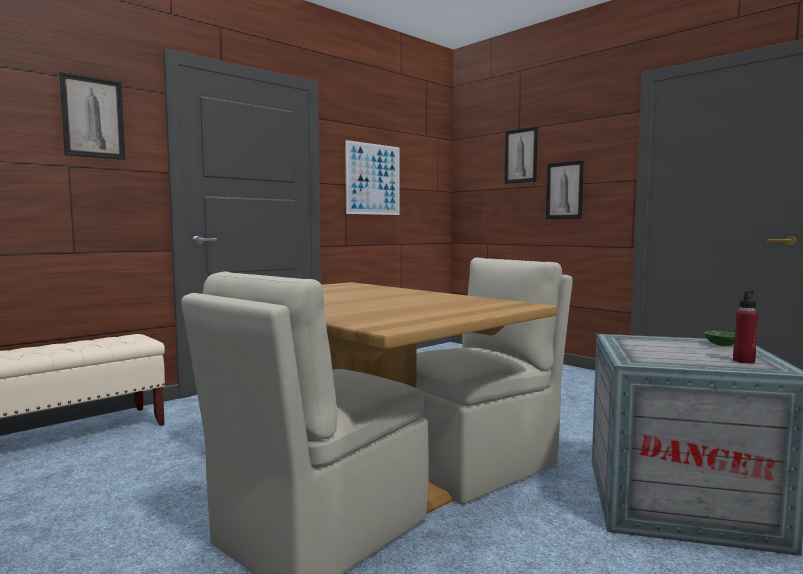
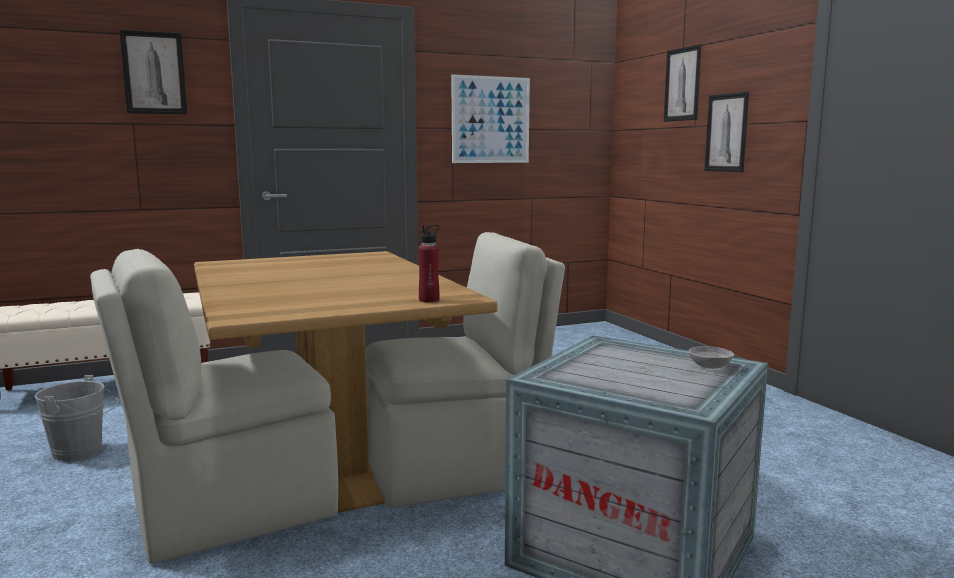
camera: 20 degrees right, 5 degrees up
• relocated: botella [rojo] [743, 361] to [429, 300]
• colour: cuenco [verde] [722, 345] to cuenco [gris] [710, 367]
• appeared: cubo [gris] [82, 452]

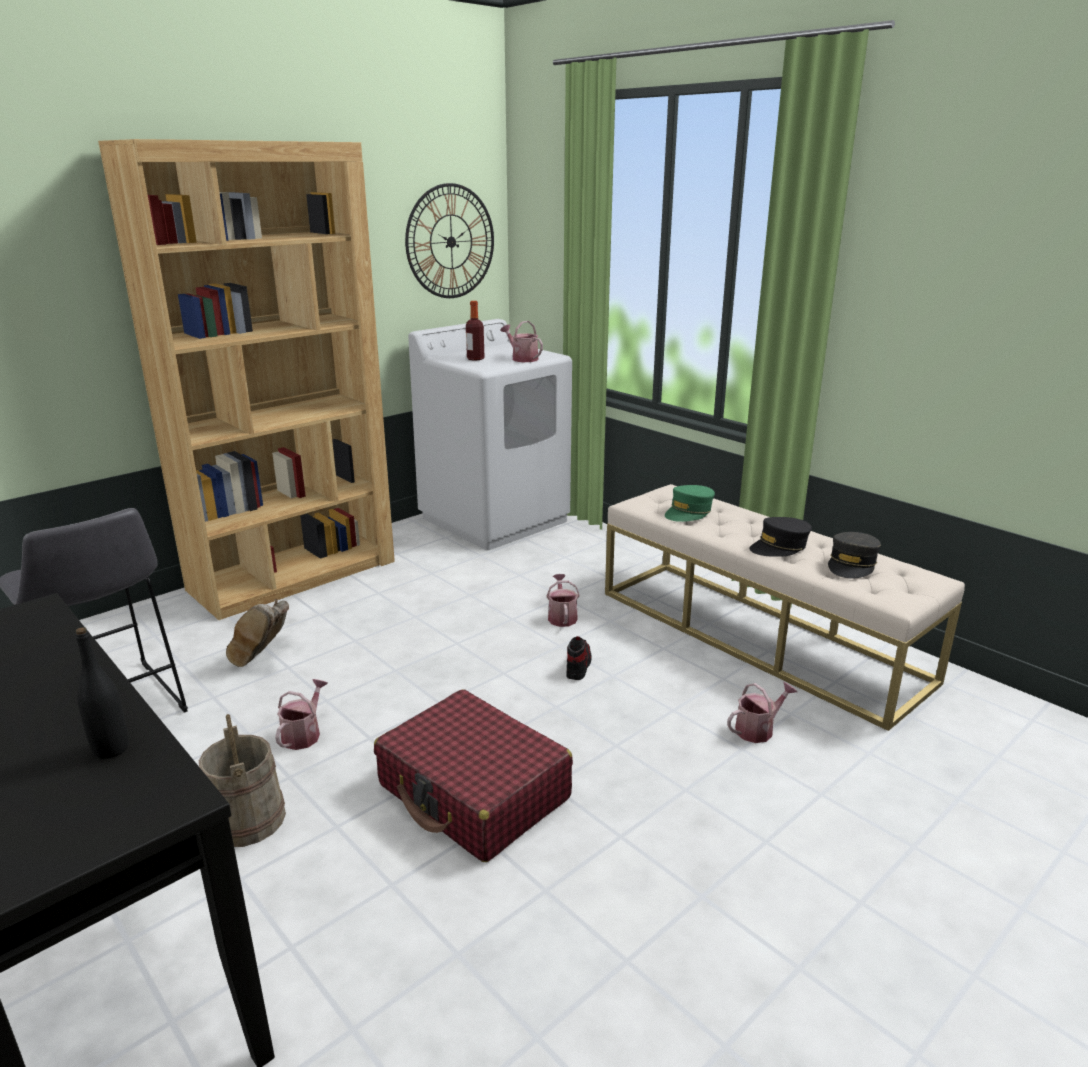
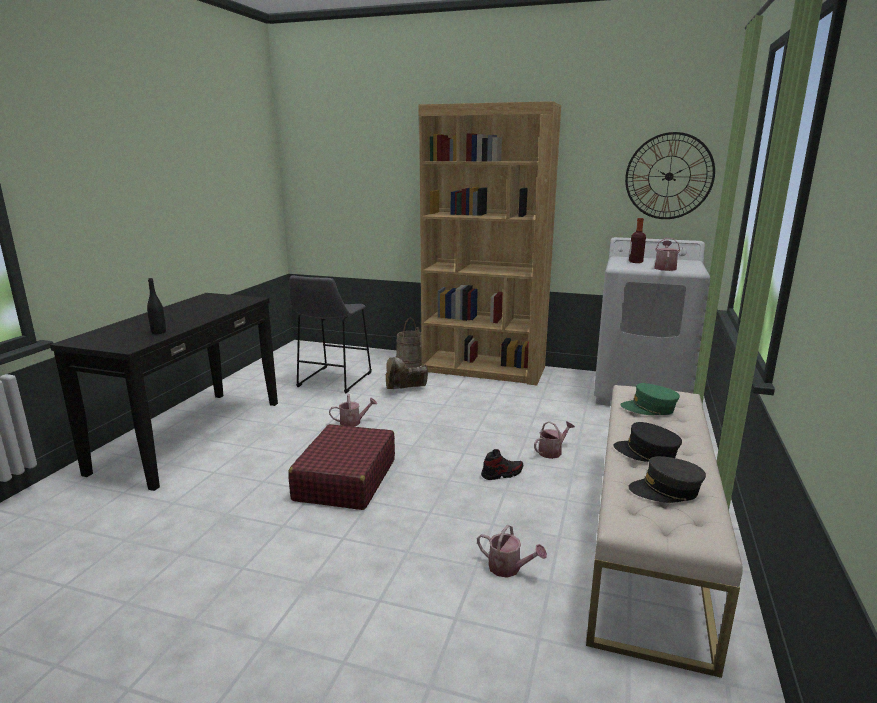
camera: 60 degrees right, 5 degrees down
• relocated: cubo [beis] [246, 819] to [410, 362]

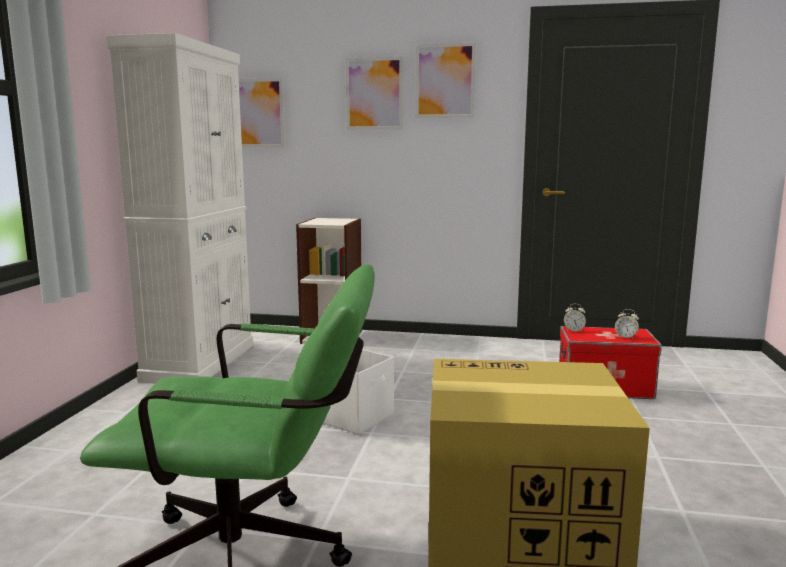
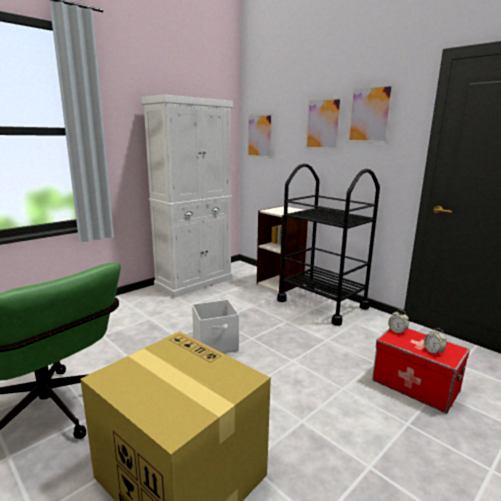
camera: 35 degrees right, 5 degrees up
• appeared: carrito [negro] [322, 304]

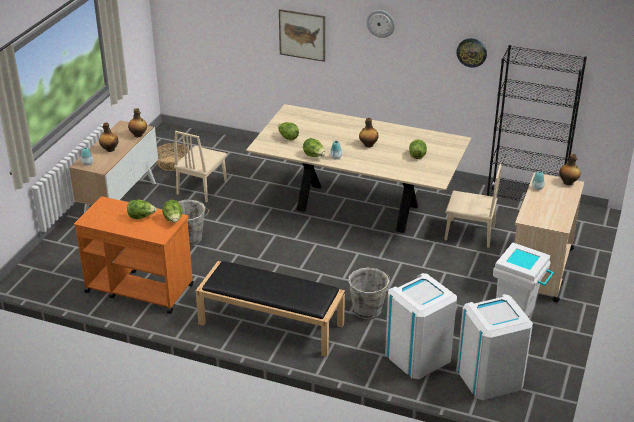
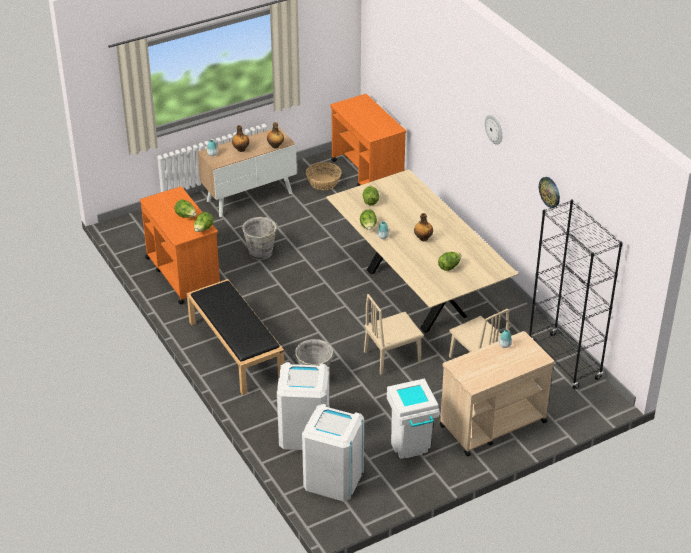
camera: 40 degrees right, 5 degrees up
• missing: cuadro [302, 35]
• relocated: silla [beis] [202, 188] to [392, 356]
• missing: botella [568, 182]
• appeared: carrito [naranja] [367, 174]

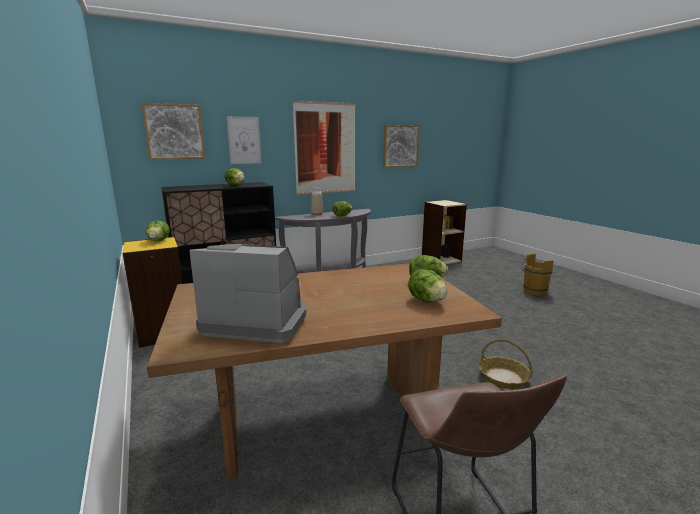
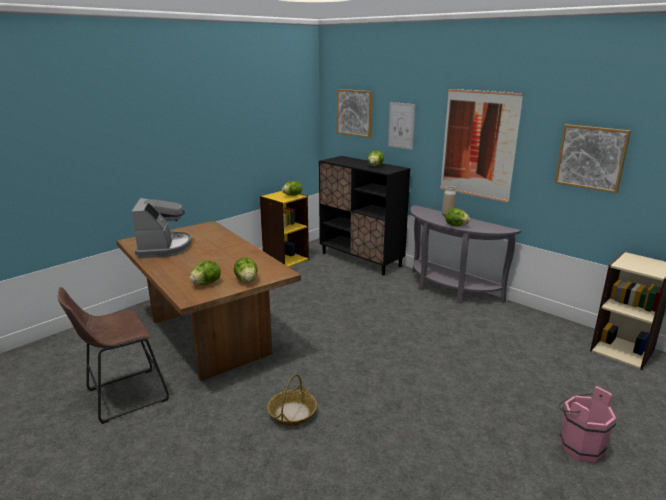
camera: 70 degrees right, 5 degrees up
• colour: cubo [marrón] [533, 291] to cubo [rosa] [577, 446]

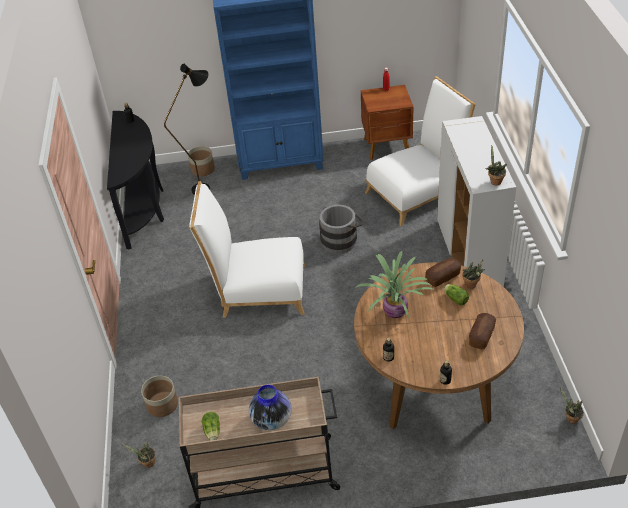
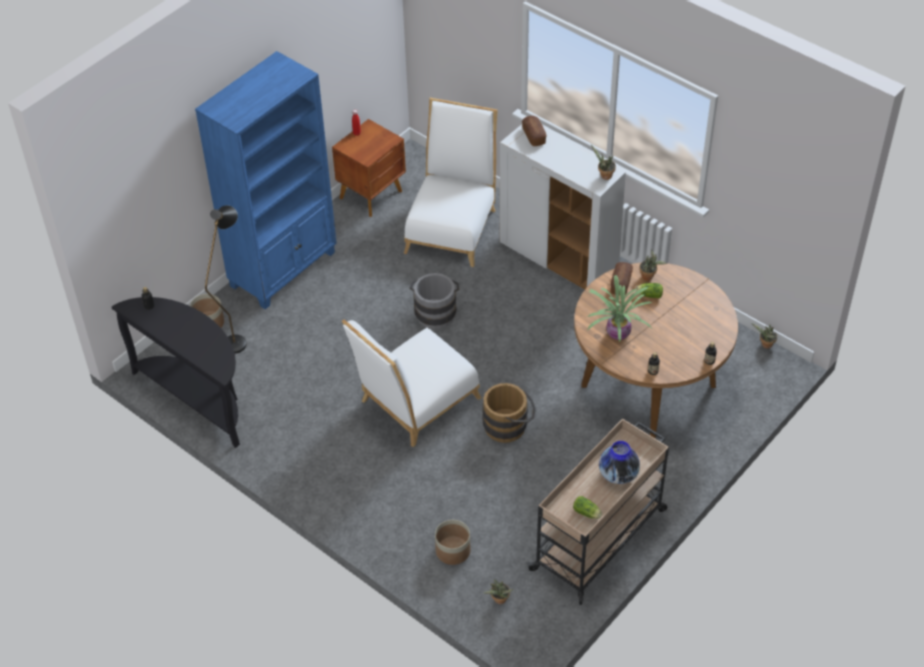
camera: 45 degrees left, 5 degrees up
• relocated: pan [481, 335] to [533, 136]
• appeared: cubo [marrón] [509, 425]

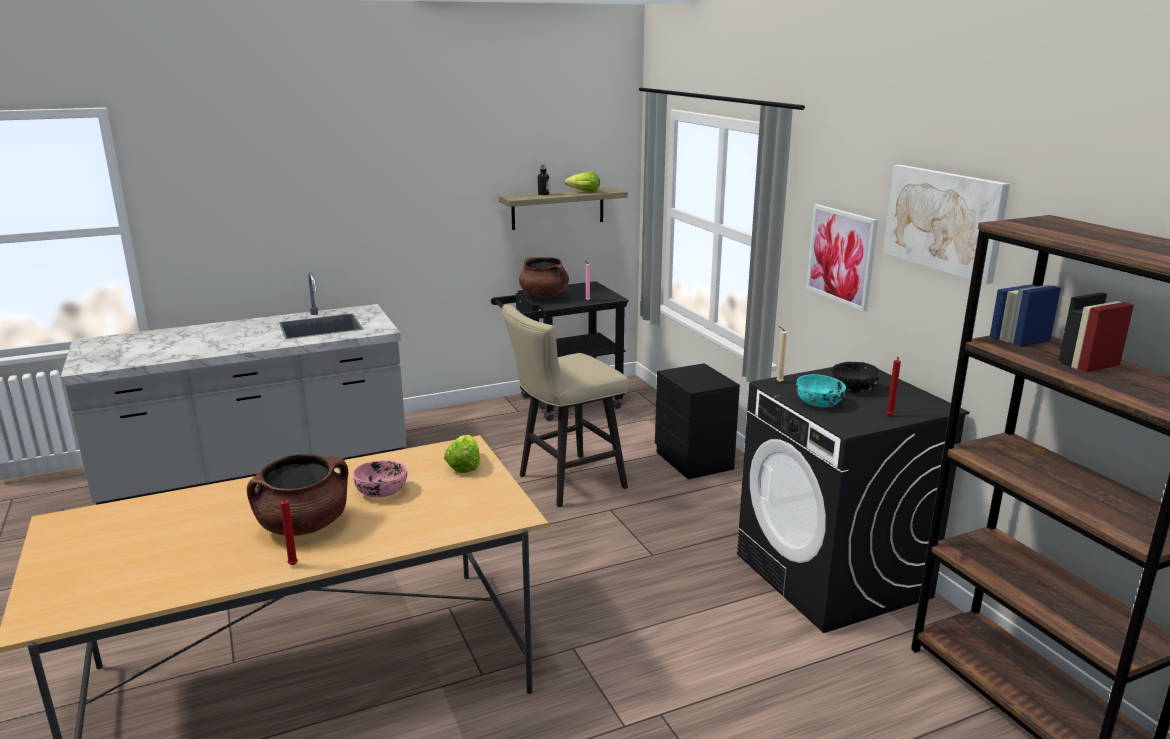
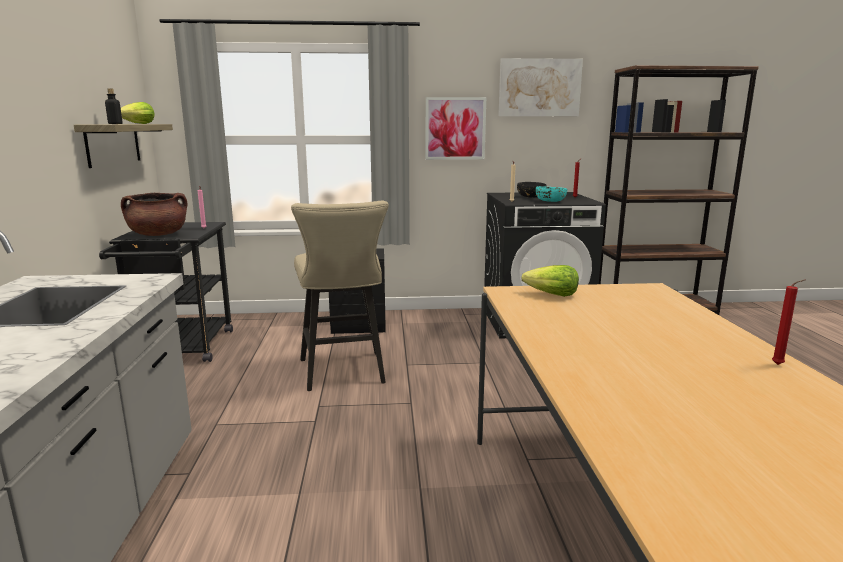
camera: 70 degrees left, 5 degrees down
• missing: olla [marrón] [304, 525]
• missing: cuenco [rosa] [382, 491]

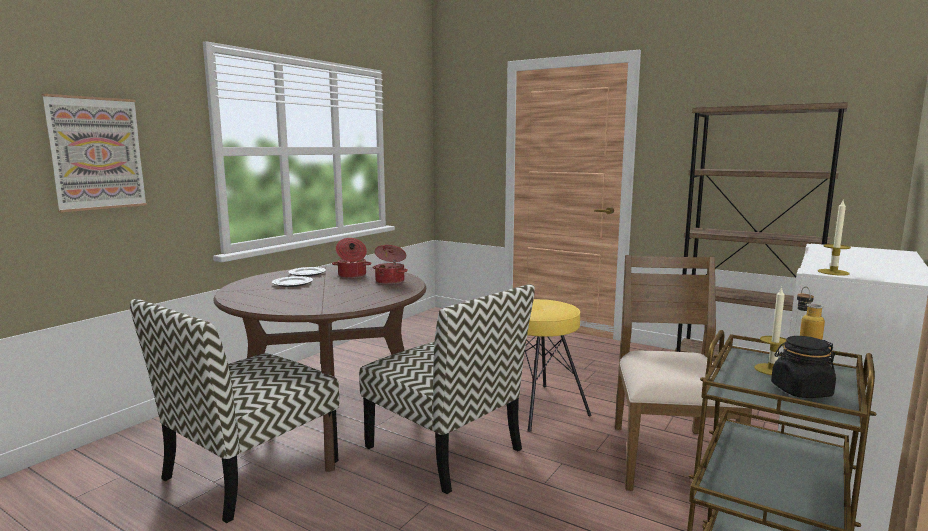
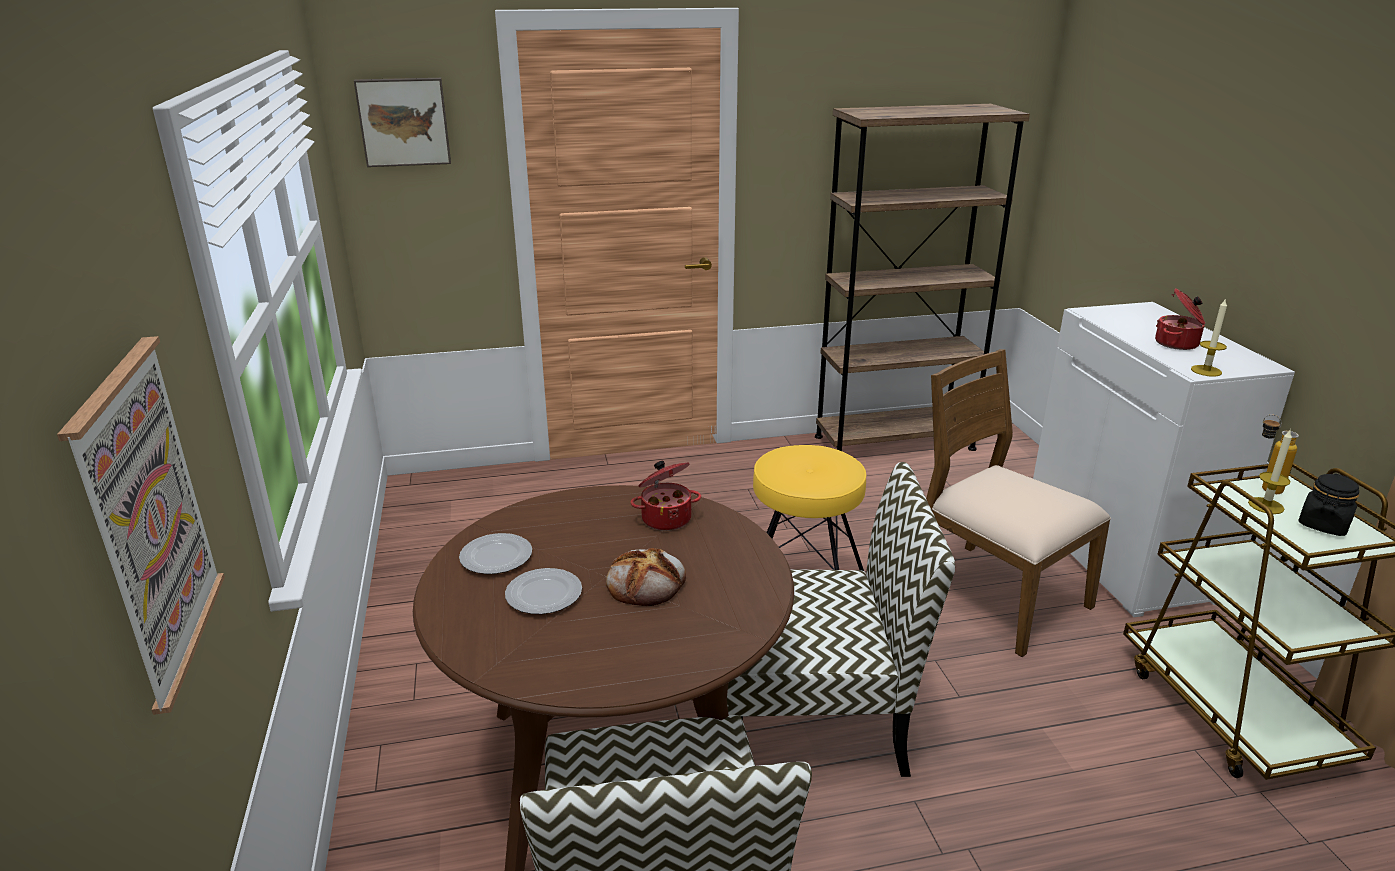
camera: 45 degrees left, 15 degrees up
• relocated: olla [352, 275] to [1178, 344]
• appeared: cuadro [404, 121]
• appeared: pan [646, 582]

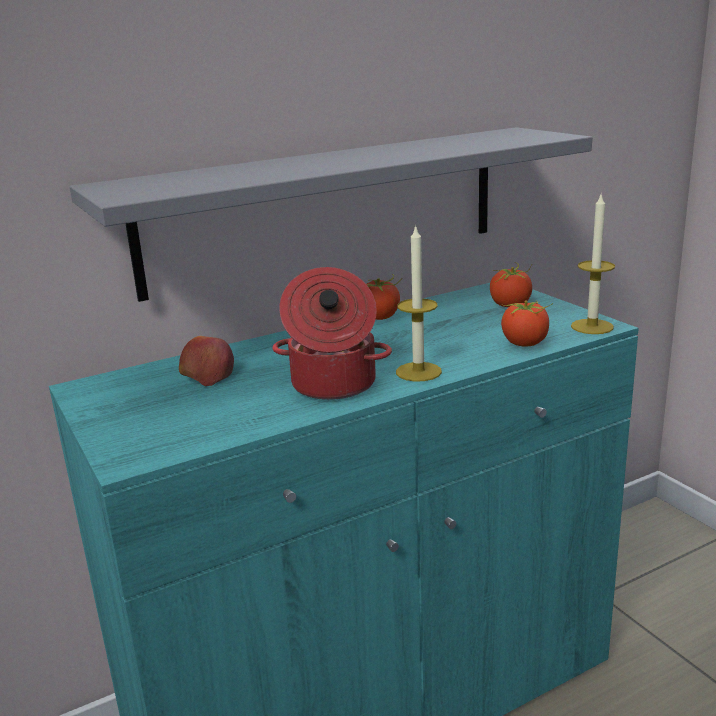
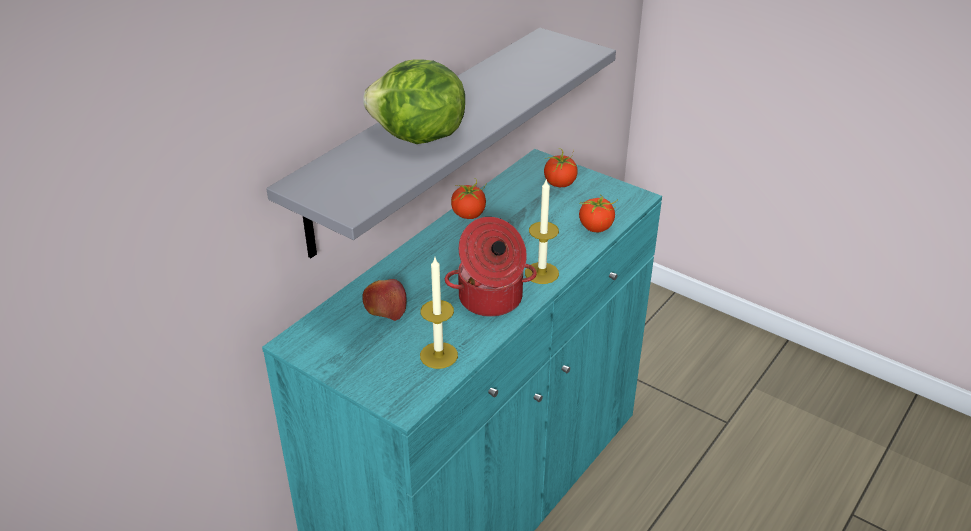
camera: 25 degrees left, 15 degrees up
• relocated: vela [592, 326] to [438, 355]
• appeared: lechuga [418, 138]

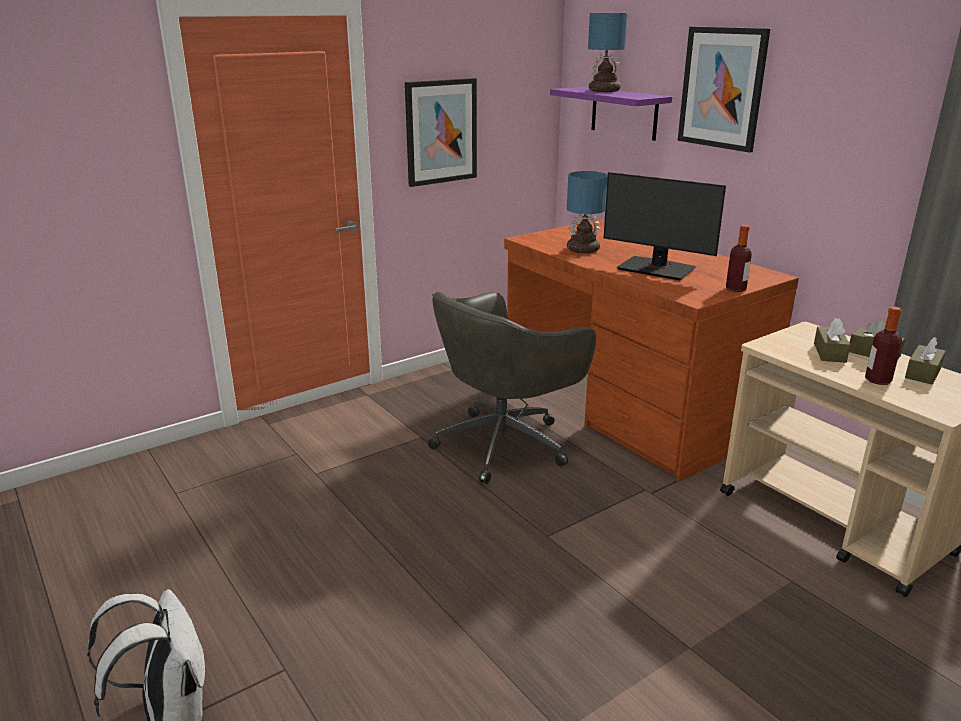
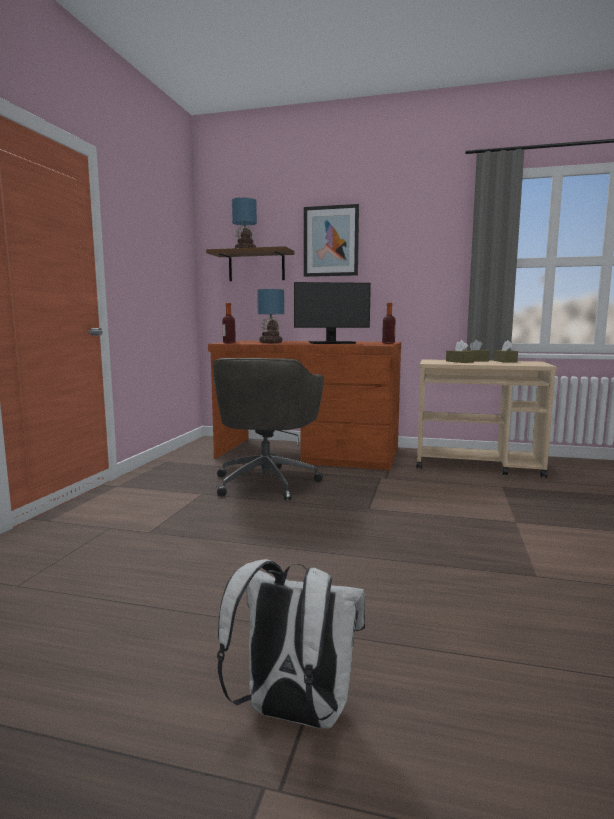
camera: 40 degrees left, 15 degrees down
• missing: cuadro [441, 132]
• colour: estante [morado] [624, 113] to estante [marrón] [256, 266]
• relocated: botella [878, 380] to [229, 343]

